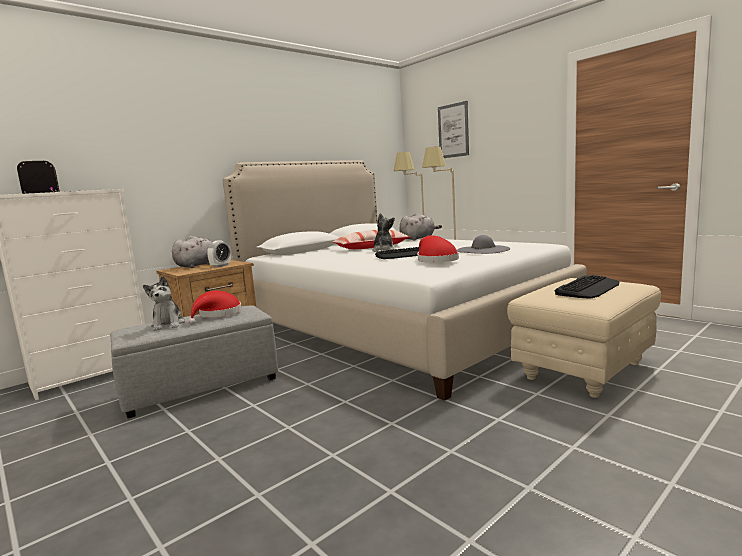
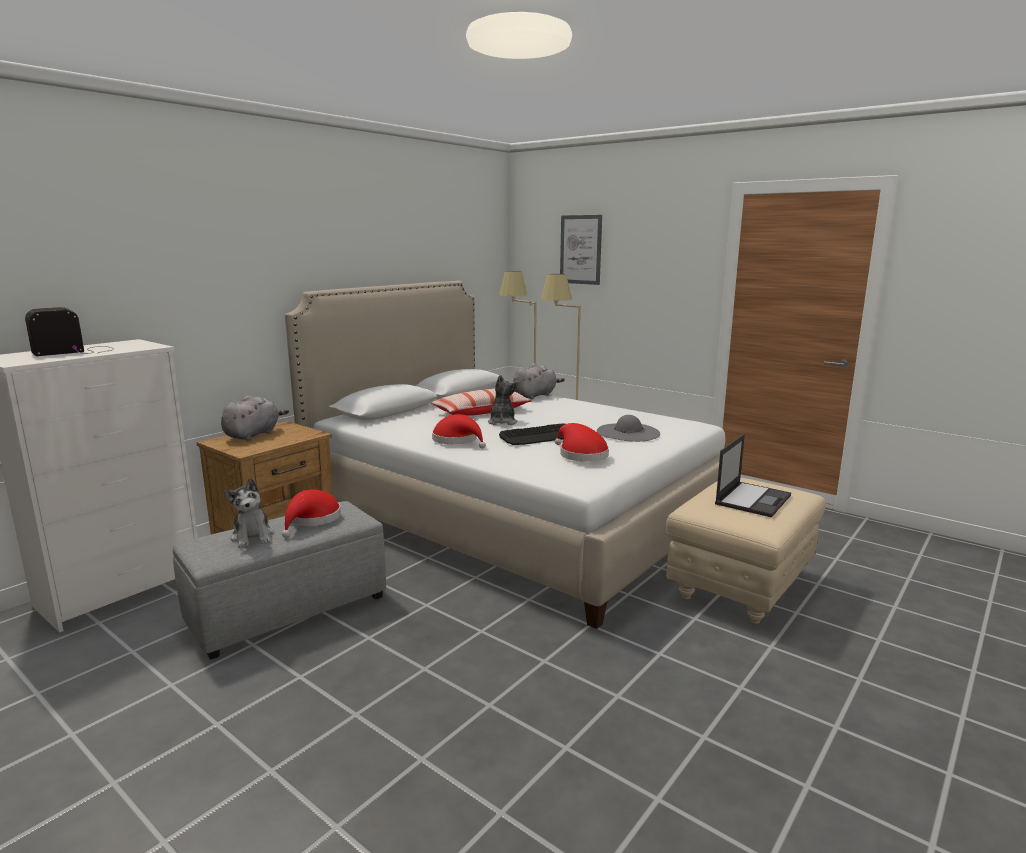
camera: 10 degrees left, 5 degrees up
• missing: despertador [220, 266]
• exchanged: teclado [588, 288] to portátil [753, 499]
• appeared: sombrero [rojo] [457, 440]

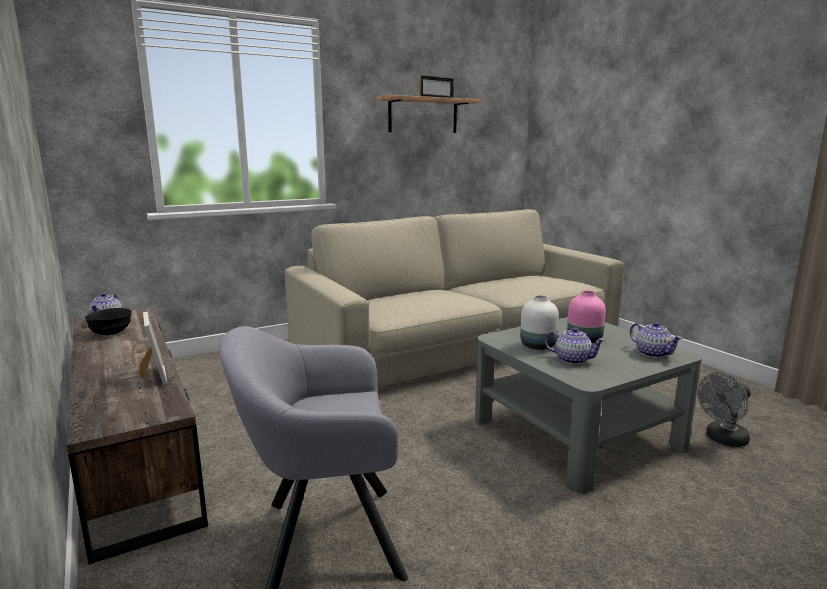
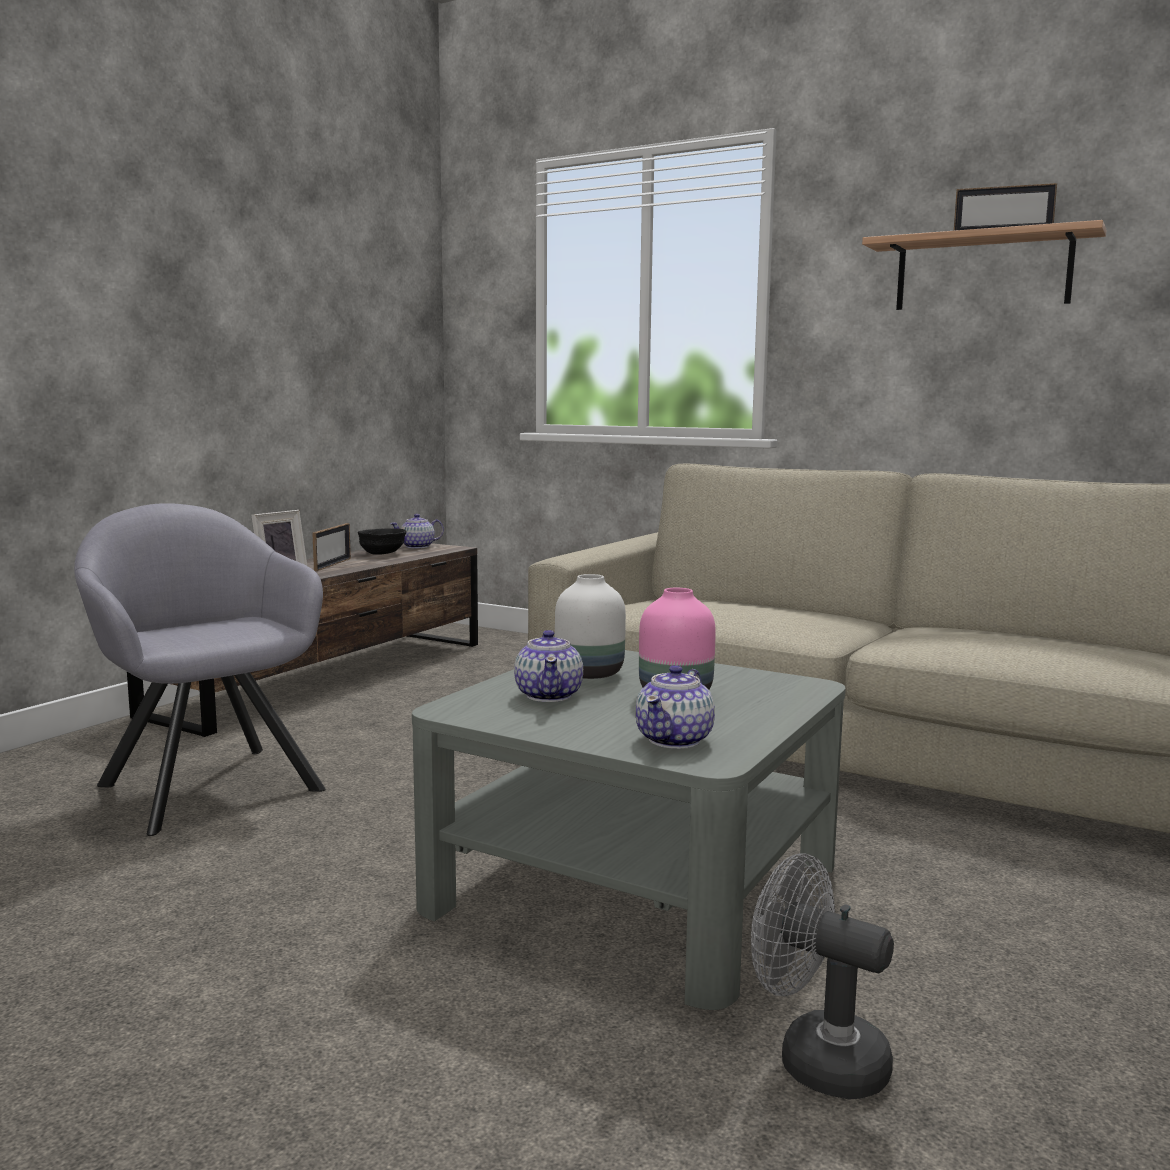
camera: 60 degrees right, 5 degrees down
• appeared: portarretratos [332, 564]

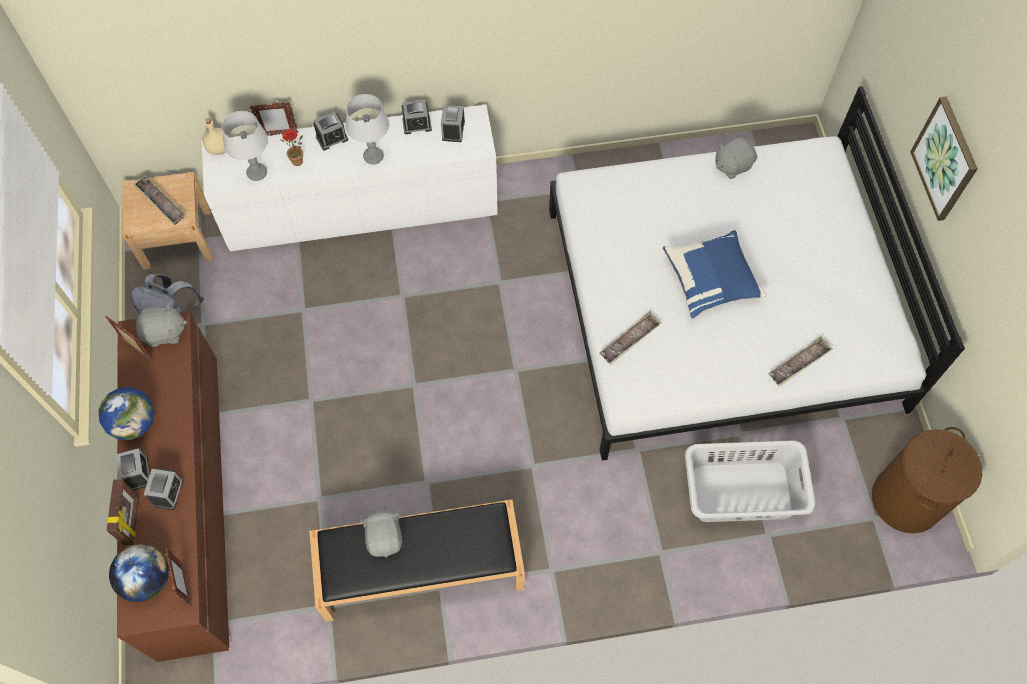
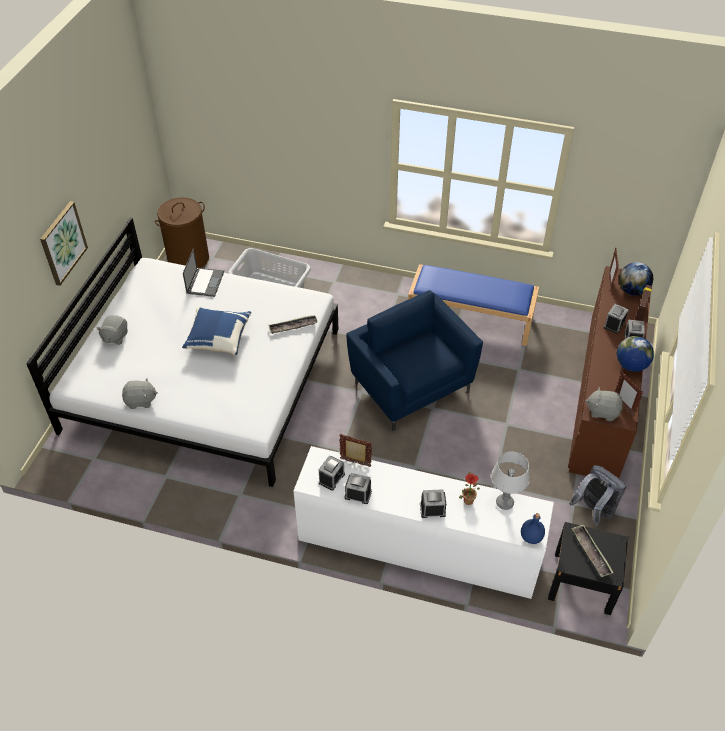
camera: 155 degrees left, 15 degrees down
• missing: lámpara de mesa [gris] [373, 157]
• relocated: portarretratos [279, 134] to [355, 463]
• colour: botella [beis] [219, 148] to botella [azul] [531, 537]
• colour: mesita de noche [beis] [177, 238] to mesita de noche [negro] [582, 582]
• exchanged: bandeja [799, 363] to portátil [205, 282]
• colour: banco [negro] [420, 570] to banco [azul] [471, 317]
• relocated: peluche [gris] [385, 537] to [115, 337]
• appeared: sillón [azul] [411, 386]

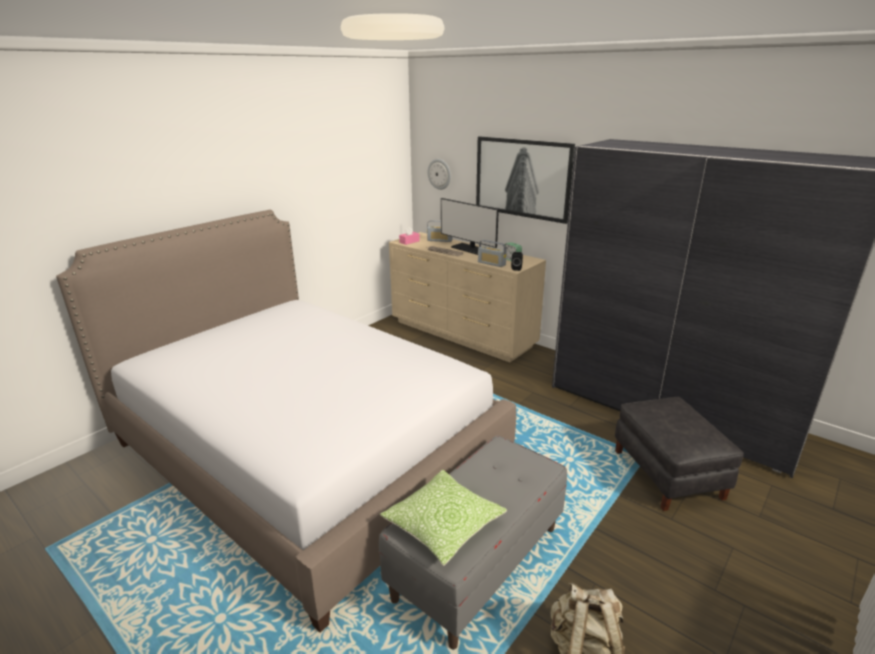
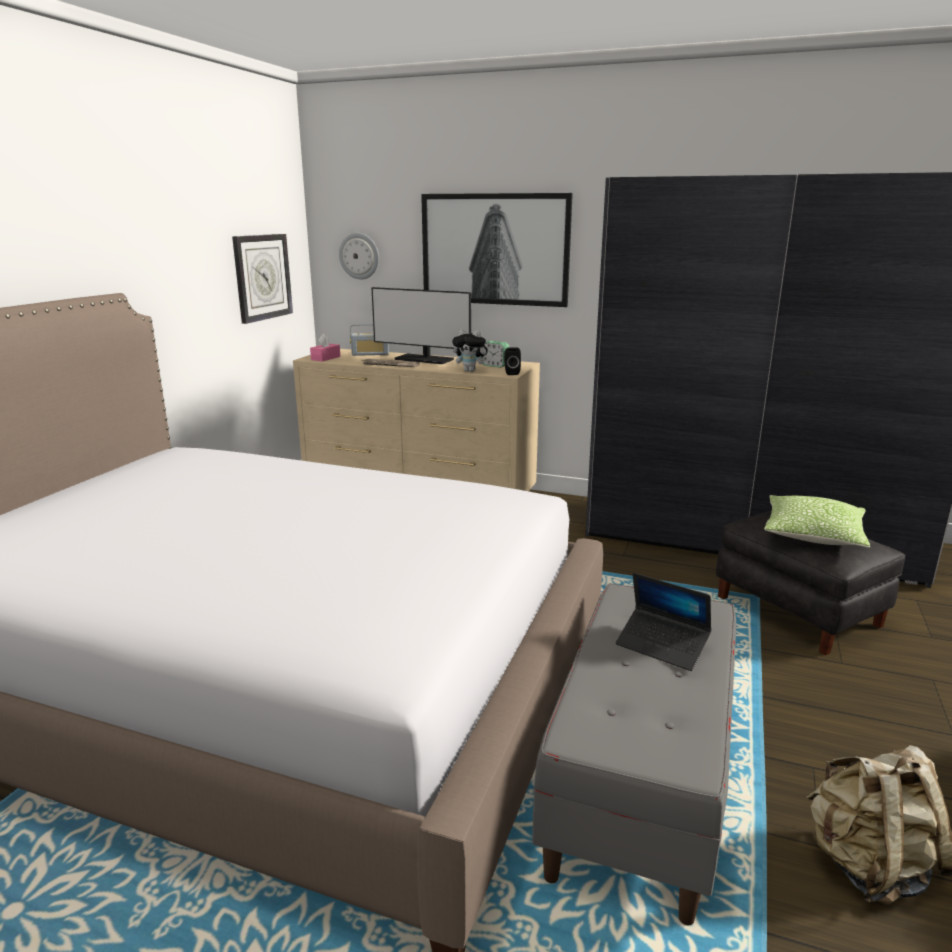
camera: 20 degrees left, 5 degrees down
• exchanged: radio [491, 263] to peluche [471, 371]
• relocated: cojín [443, 525] to [813, 535]
• appeared: reloj de pared [262, 277]
• appeared: portátil [662, 645]

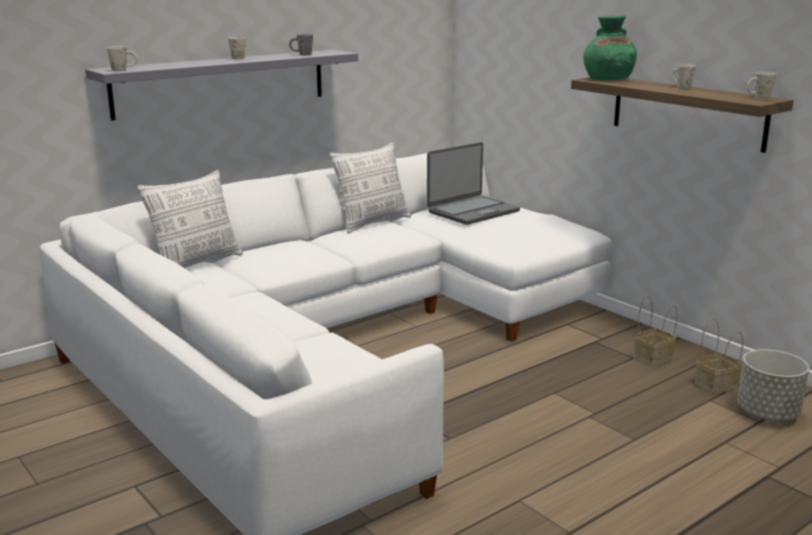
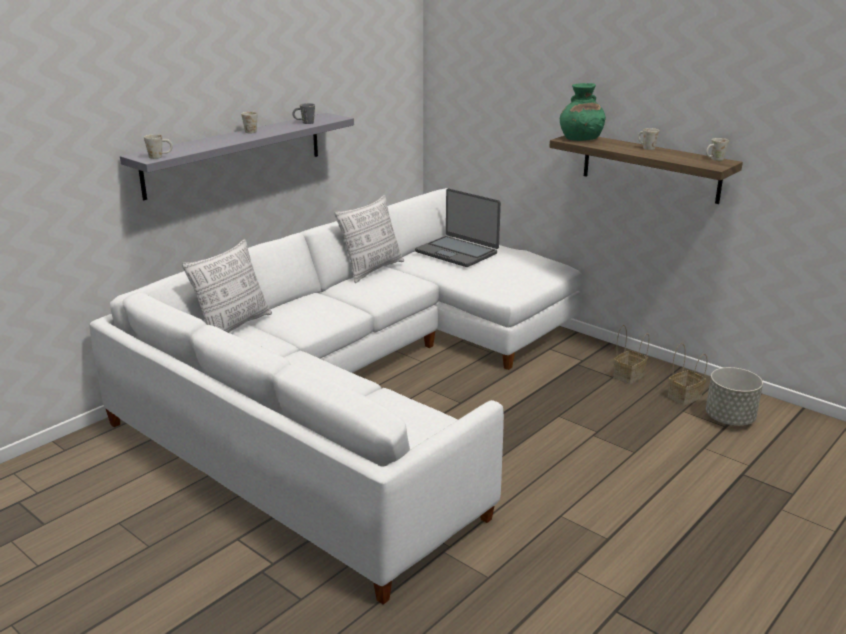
camera: 10 degrees left, 5 degrees up
• spun: portátil [472, 211] = [457, 252] 90 degrees clockwise

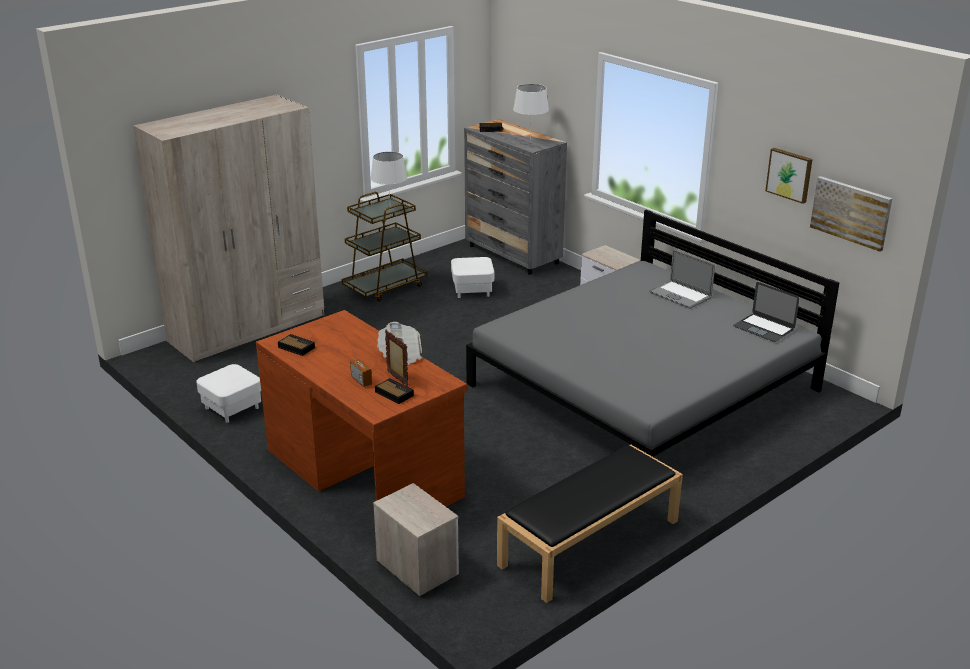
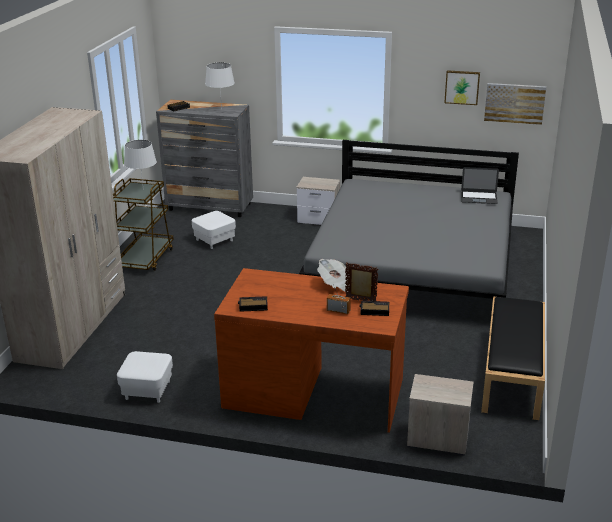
camera: 35 degrees left, 0 degrees up
• missing: portátil [680, 295]

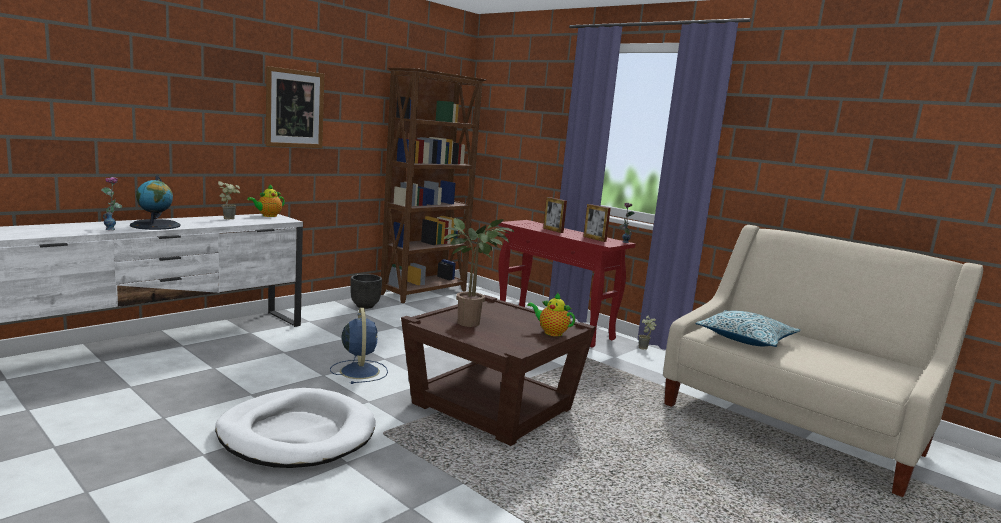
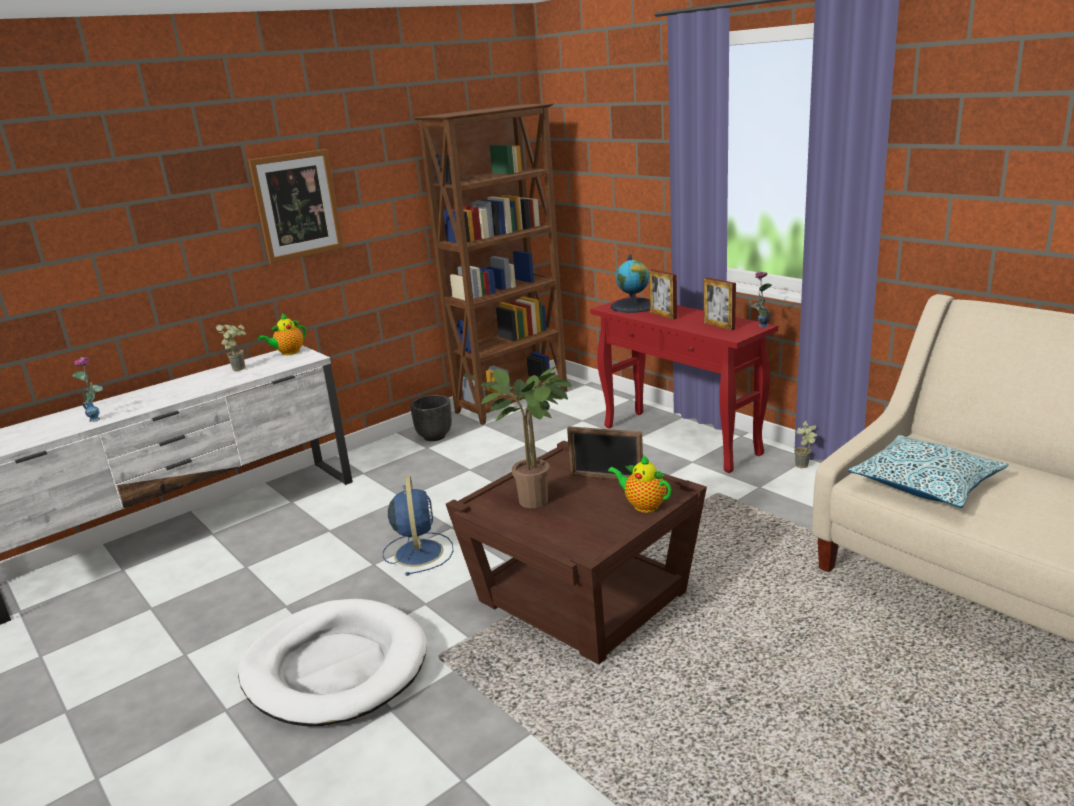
camera: 10 degrees right, 10 degrees up
• relocated: globo terráqueo [155, 225] to [633, 306]
• appeared: portarretratos [606, 478]

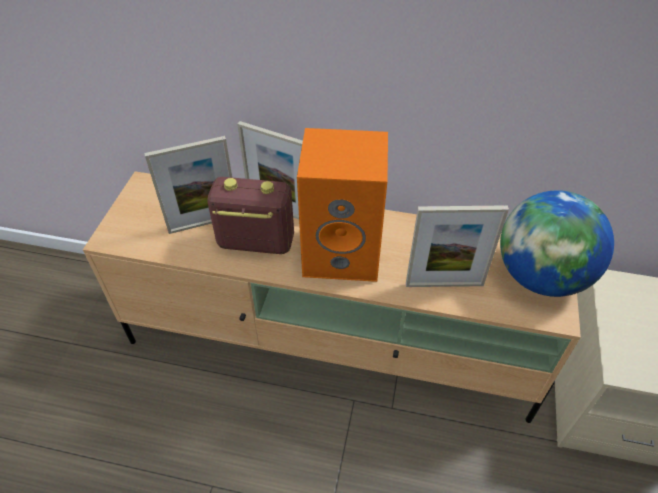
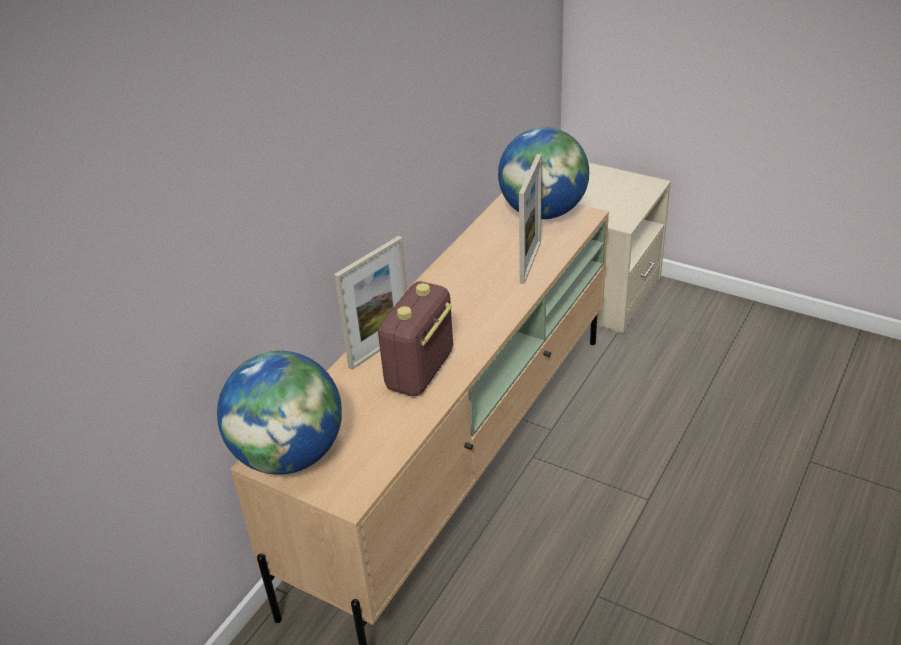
camera: 70 degrees left, 10 degrees down
• missing: altavoz [naranja] [344, 252]
• missing: portarretratos [203, 223]
• appeared: globo terráqueo [290, 455]

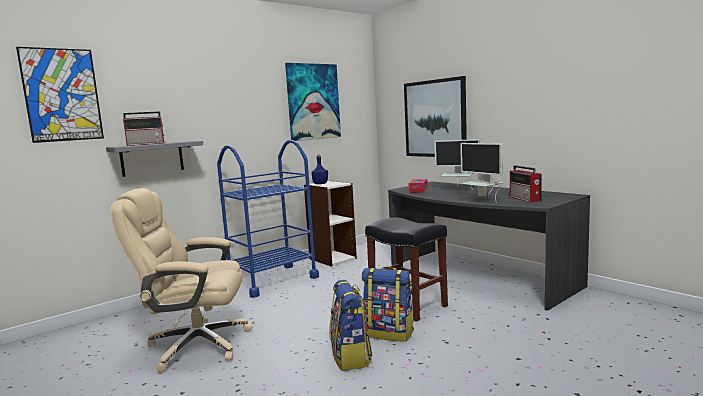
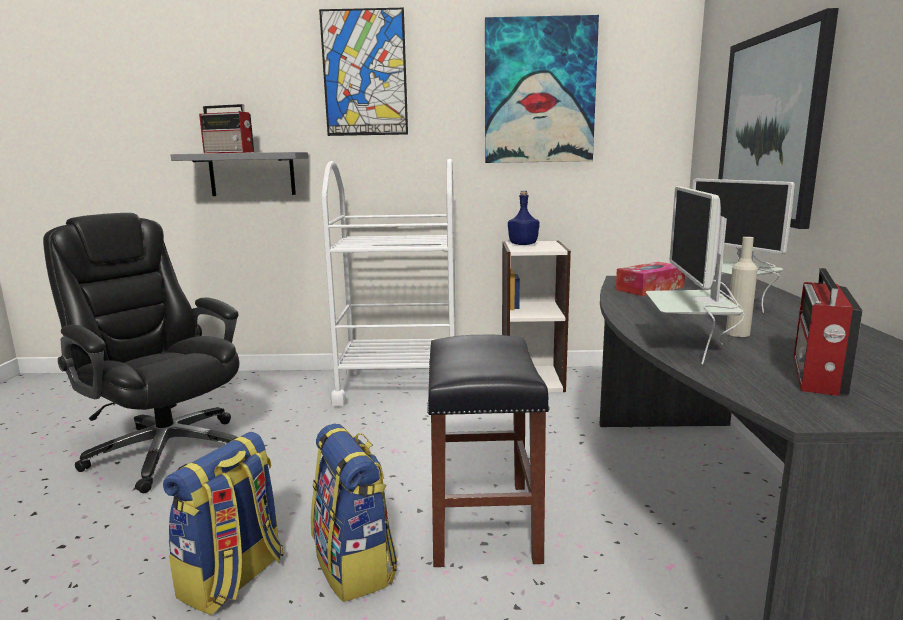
camera: 40 degrees right, 5 degrees up
• relocated: cuadro [62, 95] to [364, 73]
• colour: carrito [azul] [273, 280] to carrito [blanco] [399, 387]
• colour: silla de oficina [beis] [196, 345] to silla de oficina [negro] [166, 450]

